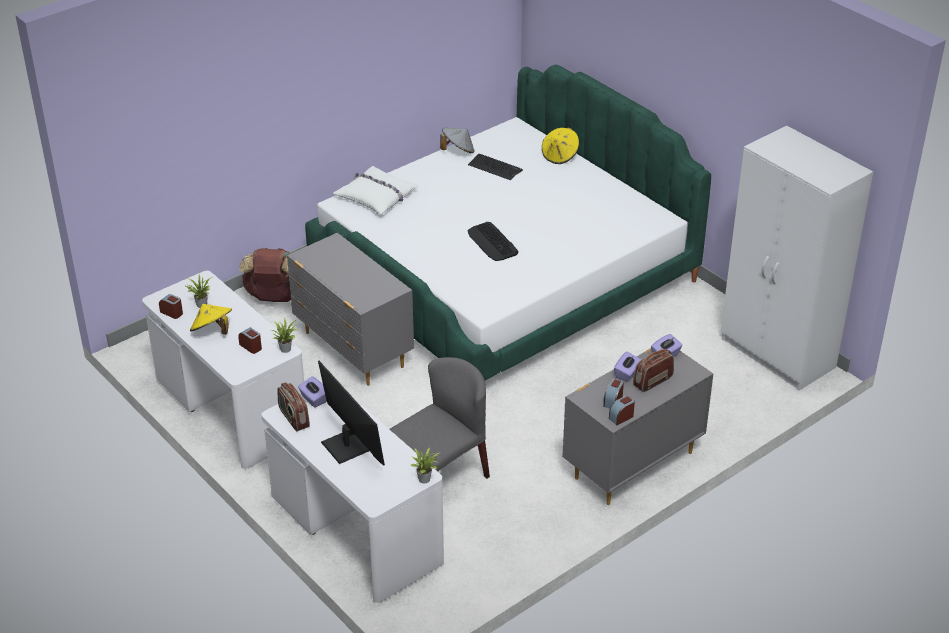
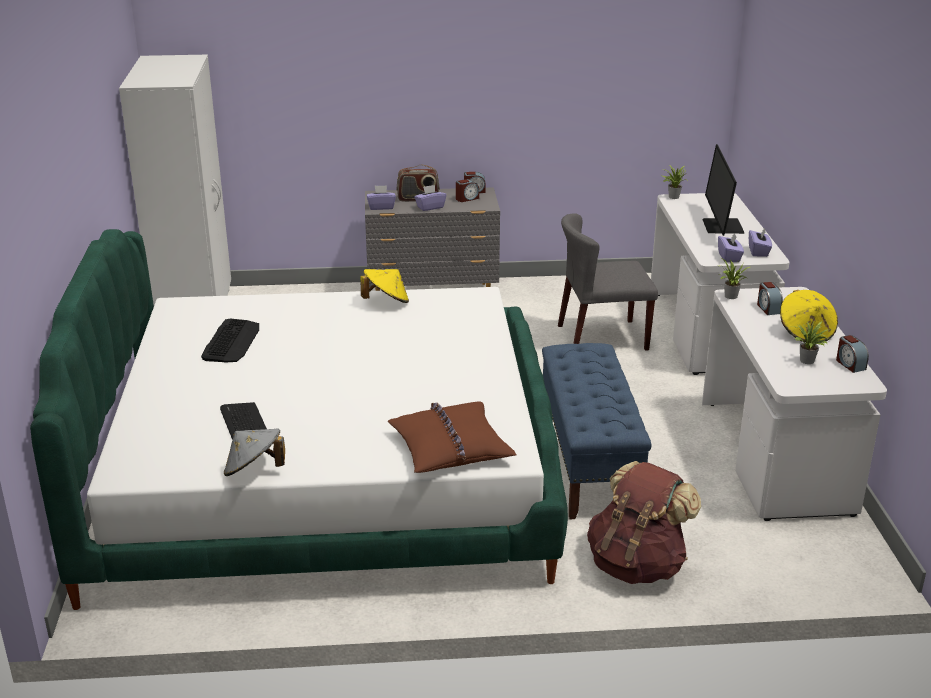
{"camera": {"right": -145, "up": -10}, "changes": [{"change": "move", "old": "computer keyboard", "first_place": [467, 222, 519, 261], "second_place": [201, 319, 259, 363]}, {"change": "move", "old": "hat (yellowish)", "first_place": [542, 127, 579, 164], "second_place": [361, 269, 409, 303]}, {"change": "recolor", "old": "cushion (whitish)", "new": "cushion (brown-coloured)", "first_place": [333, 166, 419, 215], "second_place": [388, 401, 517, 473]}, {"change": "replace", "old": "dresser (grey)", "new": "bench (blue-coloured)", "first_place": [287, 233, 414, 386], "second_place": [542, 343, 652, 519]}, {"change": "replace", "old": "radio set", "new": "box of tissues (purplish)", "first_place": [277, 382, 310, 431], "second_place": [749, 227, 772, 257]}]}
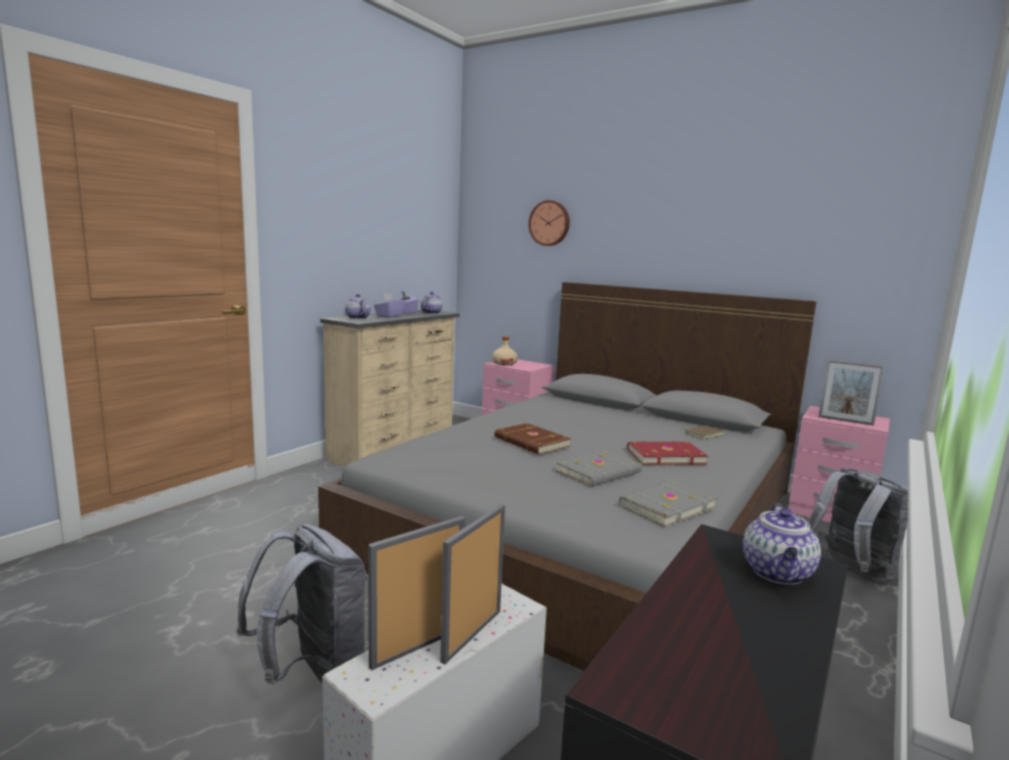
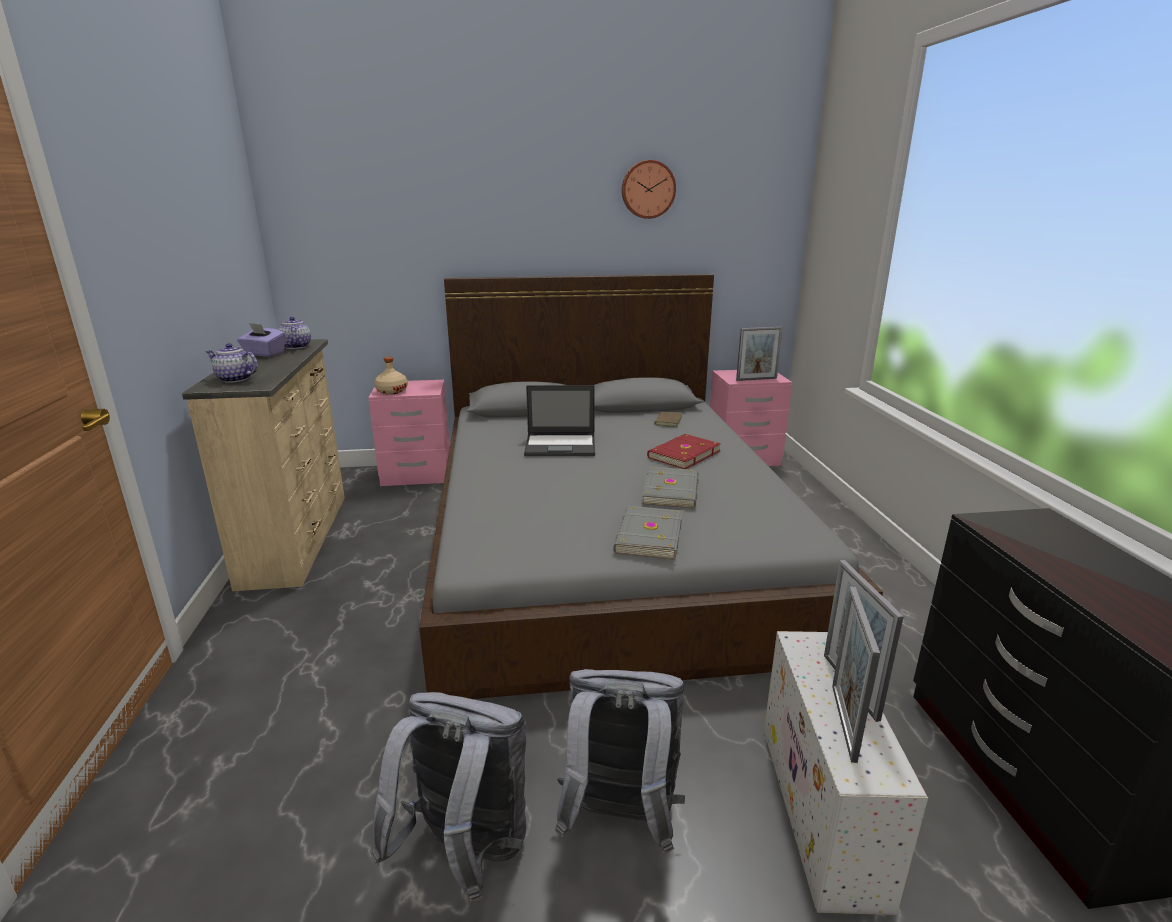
{"camera": {"right": -40, "up": 10}, "changes": [{"change": "move", "old": "rucksack (grey)", "first_place": [808, 468, 908, 585], "second_place": [371, 692, 527, 902]}, {"change": "insert", "new": "notebook computer", "second_place": [524, 385, 595, 456]}, {"change": "move", "old": "volume (grey)", "first_place": [619, 480, 718, 528], "second_place": [613, 506, 682, 560]}, {"change": "move", "old": "hanging clock", "first_place": [528, 200, 570, 246], "second_place": [622, 160, 676, 219]}, {"change": "delete", "old": "box of tissues (purplish)", "first_place": [374, 293, 405, 318]}, {"change": "delete", "old": "volume (brown-coloured)", "first_place": [495, 423, 571, 454]}, {"change": "delete", "old": "teapot", "first_place": [743, 504, 821, 585]}]}
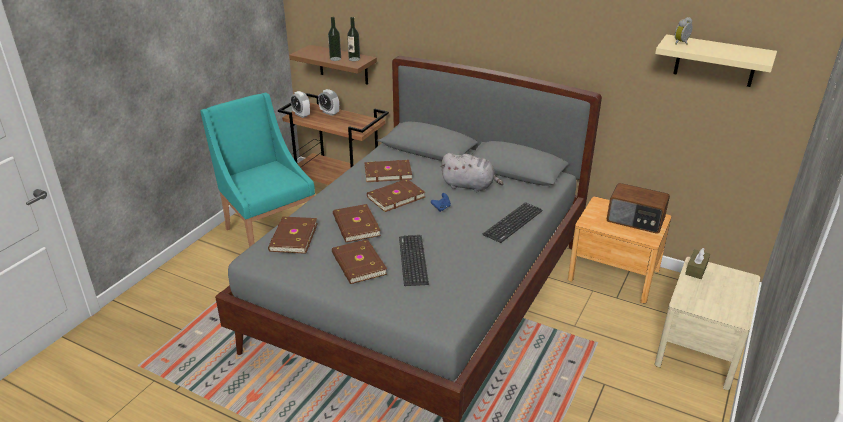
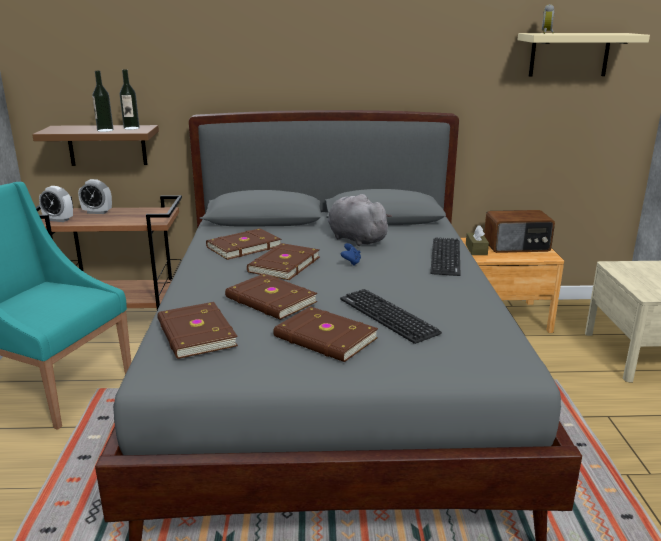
{"camera": {"right": -30, "up": -10}, "changes": [{"change": "rotate", "old": "soft toy (grey)", "first_place": [440, 153, 504, 192], "second_place": [328, 194, 392, 246], "degrees": -120}, {"change": "move", "old": "box of tissues (brown-coloured)", "first_place": [685, 248, 710, 279], "second_place": [466, 226, 489, 255]}]}
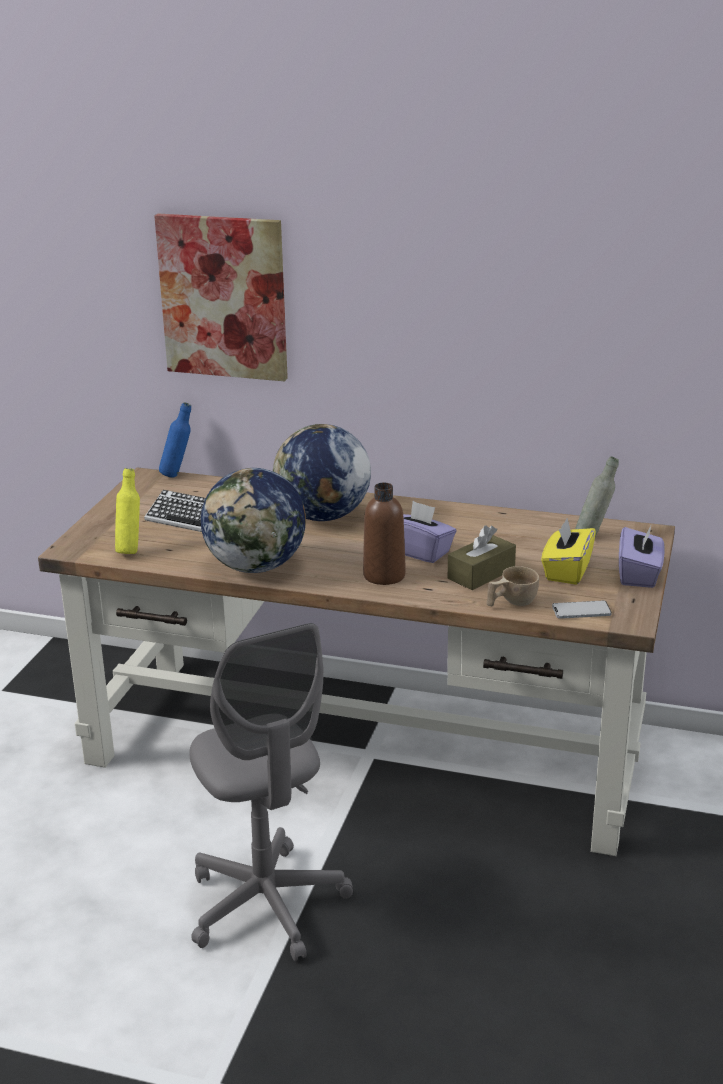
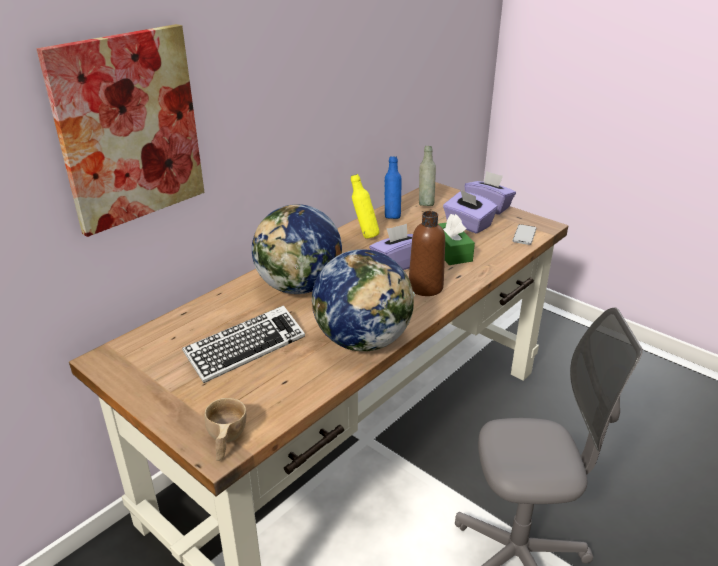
{"camera": {"right": -65, "up": 5}, "changes": [{"change": "move", "old": "drinking cup (sand-coloured)", "first_place": [486, 566, 539, 606], "second_place": [205, 398, 246, 461]}, {"change": "move", "old": "beverage bottle (yellowish)", "first_place": [115, 468, 140, 554], "second_place": [351, 174, 379, 239]}, {"change": "move", "old": "beverage bottle (blue-coloured)", "first_place": [159, 402, 191, 478], "second_place": [385, 156, 402, 219]}, {"change": "recolor", "old": "box of tissues (brown-coloured)", "new": "box of tissues (green-coloured)", "first_place": [448, 525, 516, 590], "second_place": [439, 214, 475, 265]}, {"change": "recolor", "old": "box of tissues (yellowish)", "new": "box of tissues (purplish)", "first_place": [541, 518, 596, 585], "second_place": [443, 190, 498, 234]}]}
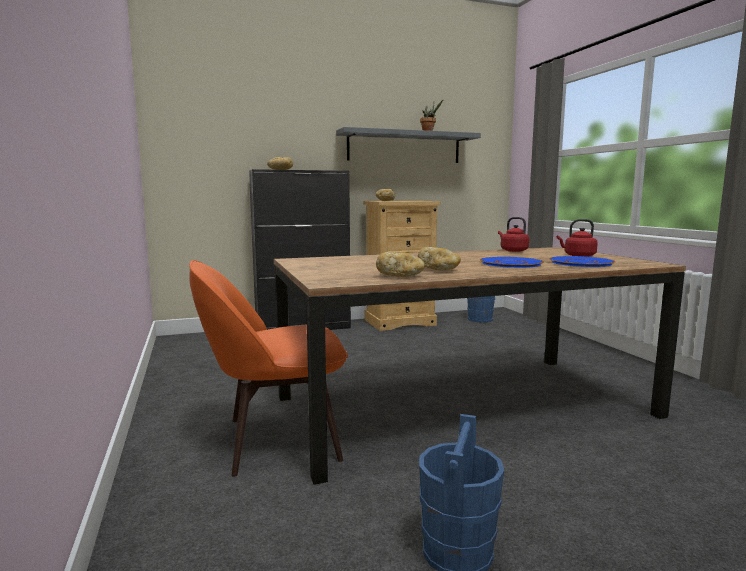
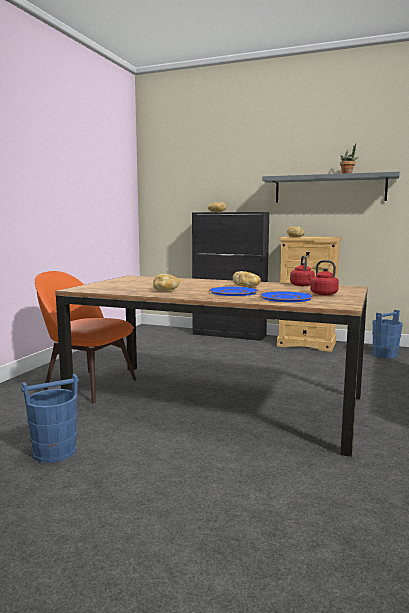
{"camera": {"right": 40, "up": 0}, "changes": [{"change": "move", "old": "bakery bread", "first_place": [376, 252, 425, 277], "second_place": [233, 271, 261, 287]}]}
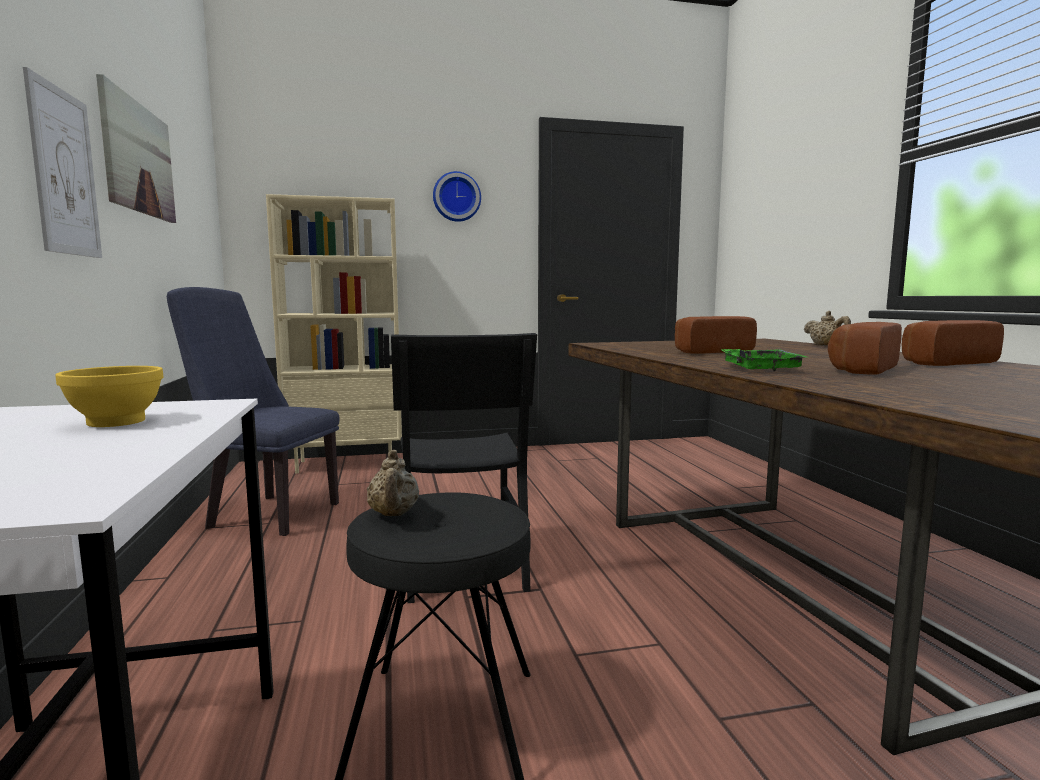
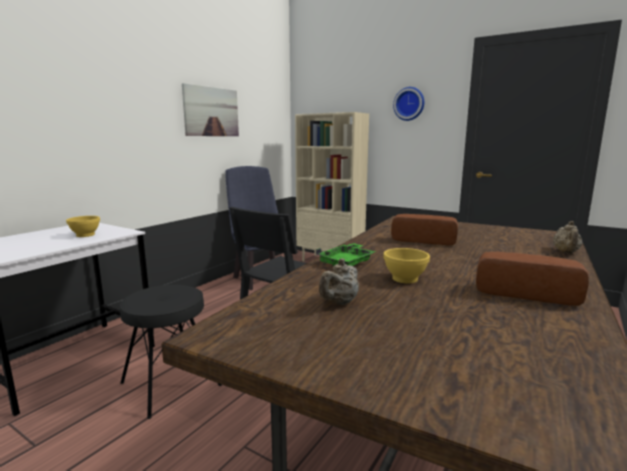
{"camera": {"right": 45, "up": 5}, "changes": [{"change": "move", "old": "teapot (sand-coloured)", "first_place": [367, 450, 419, 516], "second_place": [319, 258, 359, 305]}, {"change": "replace", "old": "bakery bread", "new": "serving bowl (yellowish)", "first_place": [828, 322, 902, 375], "second_place": [383, 248, 430, 283]}, {"change": "delete", "old": "picture", "first_place": [23, 67, 102, 258]}]}
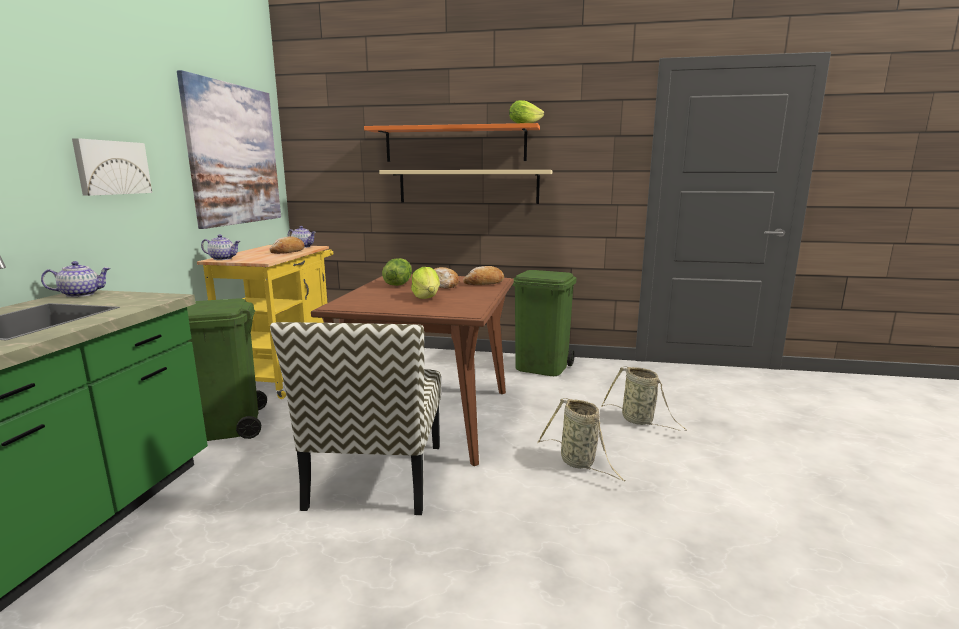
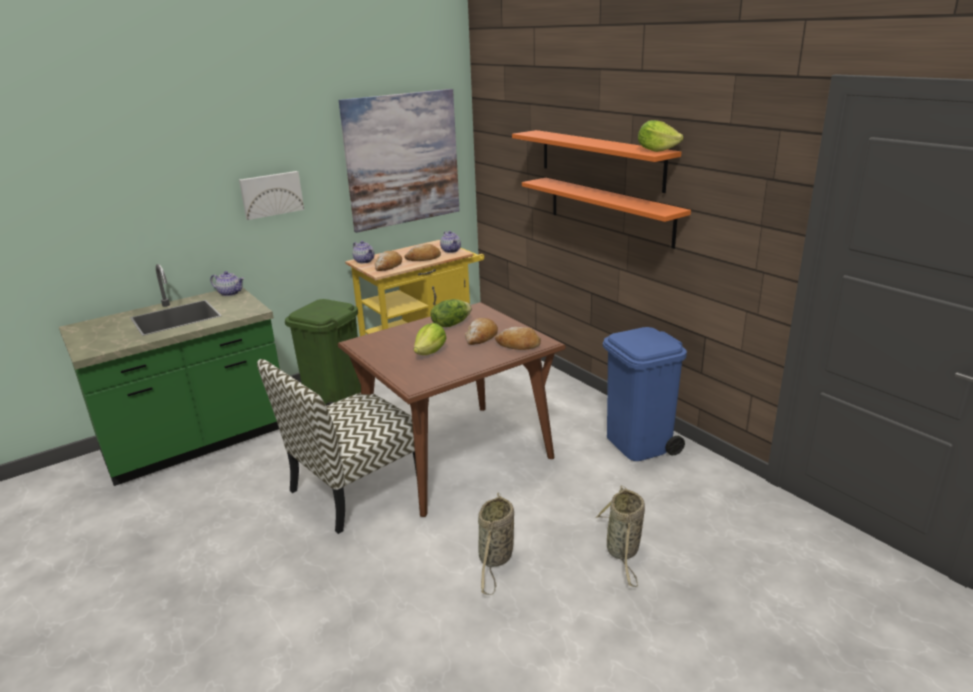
{"camera": {"right": 45, "up": 10}, "changes": [{"change": "insert", "new": "bakery bread", "second_place": [375, 251, 402, 271]}, {"change": "recolor", "old": "bracket shelf (sand-coloured)", "new": "bracket shelf (orange-coloured)", "first_place": [379, 170, 552, 204], "second_place": [522, 178, 691, 249]}, {"change": "recolor", "old": "rubbish bin (green-coloured)", "new": "rubbish bin (blue-coloured)", "first_place": [512, 270, 577, 376], "second_place": [603, 327, 687, 461]}]}
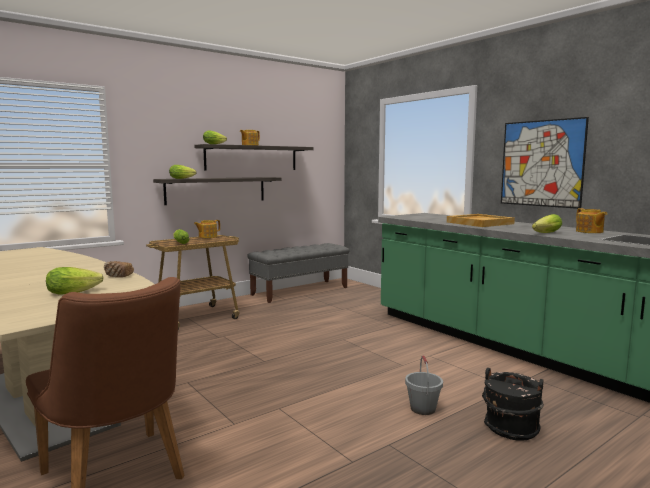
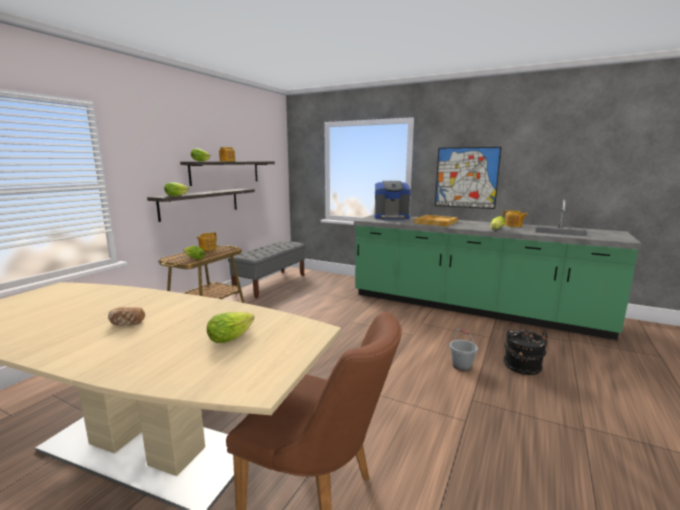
{"camera": {"right": -25, "up": 5}, "changes": [{"change": "move", "old": "bakery bread", "first_place": [104, 261, 134, 277], "second_place": [108, 307, 145, 326]}, {"change": "insert", "new": "coffee brewer", "second_place": [374, 181, 411, 220]}]}
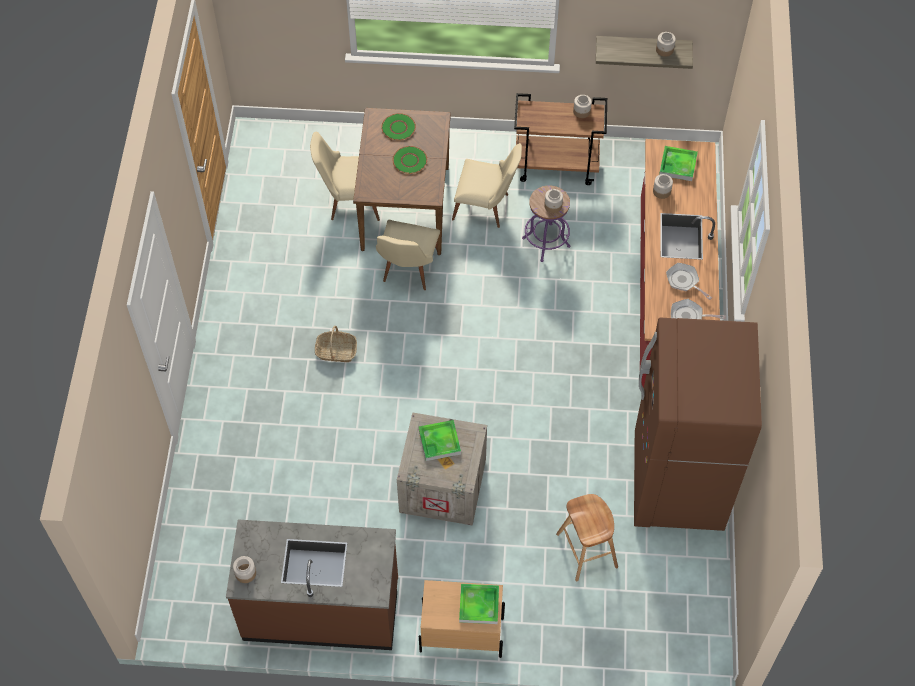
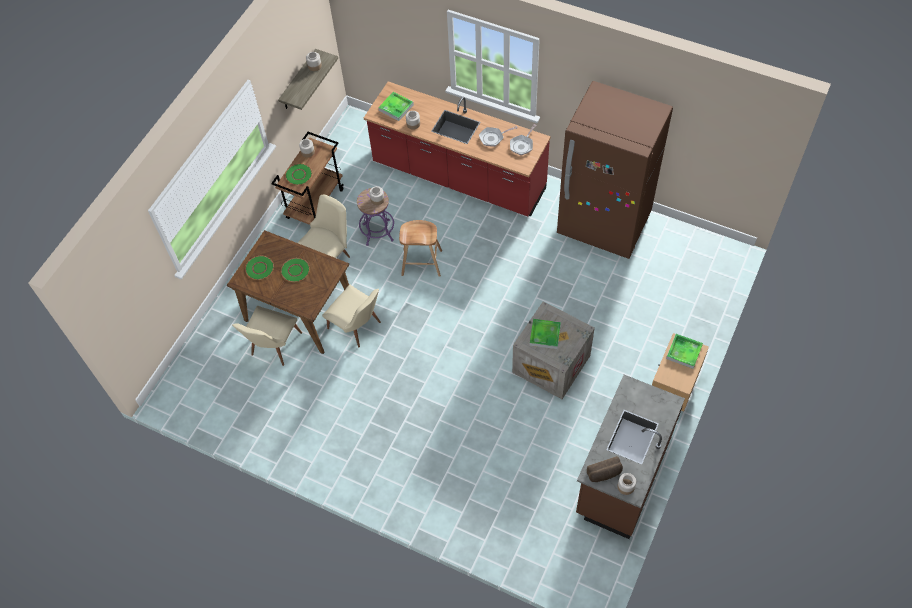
{"camera": {"right": -65, "up": 0}, "changes": [{"change": "insert", "new": "dinner plate (green-coloured)", "second_place": [285, 164, 312, 185]}, {"change": "move", "old": "stool (brown-coloured)", "first_place": [556, 494, 618, 581], "second_place": [399, 220, 442, 277]}, {"change": "insert", "new": "bakery bread", "second_place": [587, 456, 623, 482]}, {"change": "delete", "old": "basket", "first_place": [315, 326, 357, 362]}]}
